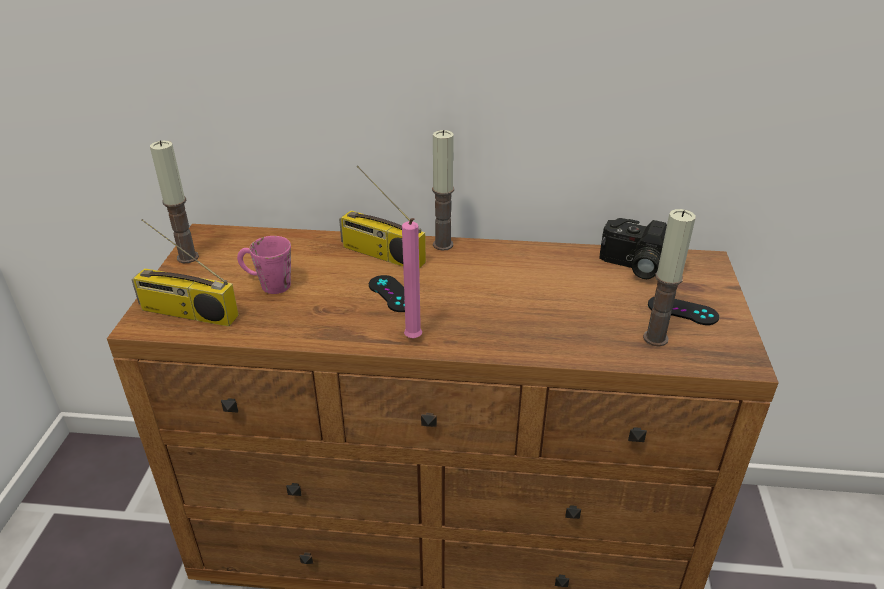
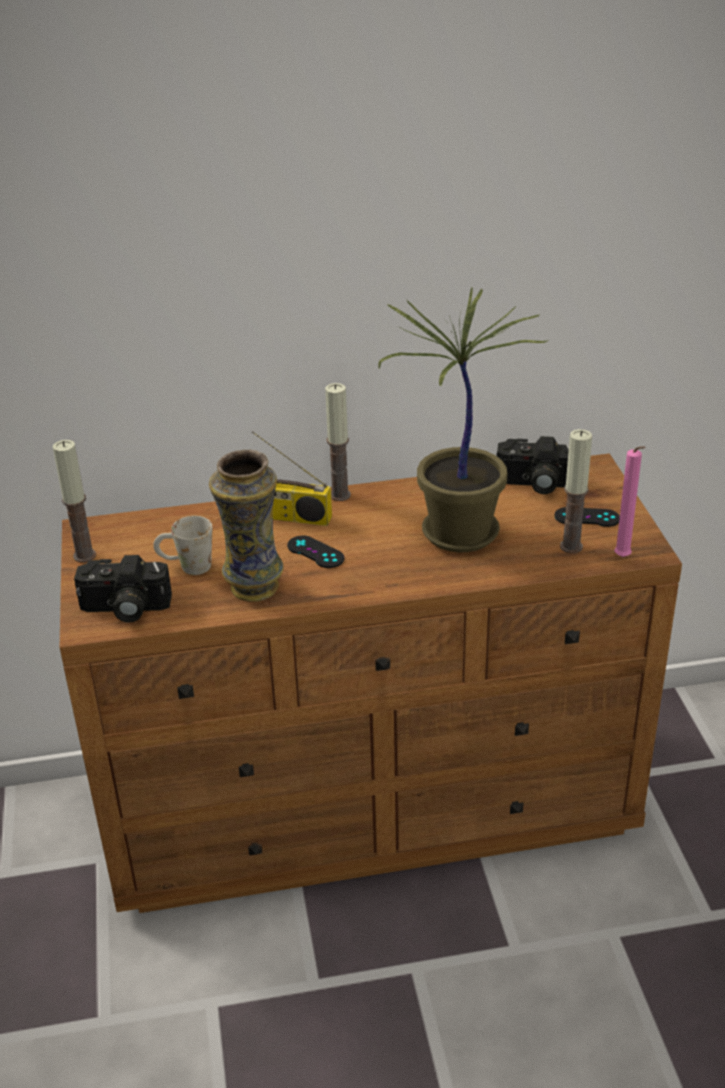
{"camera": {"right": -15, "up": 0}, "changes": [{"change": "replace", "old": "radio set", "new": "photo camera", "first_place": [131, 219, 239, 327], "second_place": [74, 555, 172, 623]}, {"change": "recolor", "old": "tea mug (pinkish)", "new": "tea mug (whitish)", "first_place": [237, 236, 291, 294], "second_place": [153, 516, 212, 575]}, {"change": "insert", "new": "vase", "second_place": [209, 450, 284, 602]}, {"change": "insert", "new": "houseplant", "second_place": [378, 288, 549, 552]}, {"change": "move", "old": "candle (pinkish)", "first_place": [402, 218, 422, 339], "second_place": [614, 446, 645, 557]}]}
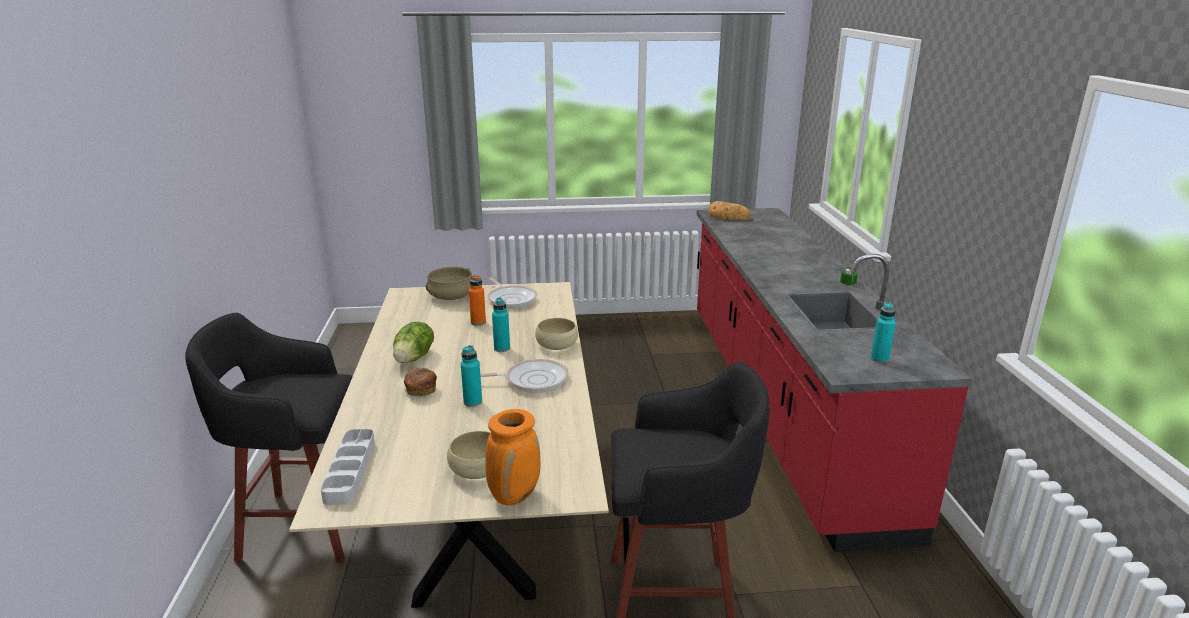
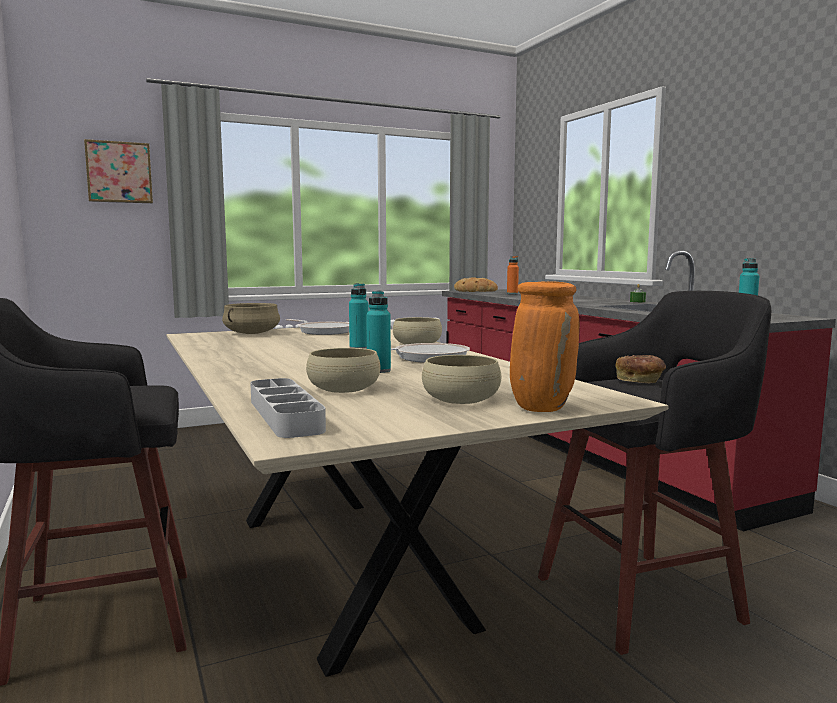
{"camera": {"right": -20, "up": -15}, "changes": [{"change": "insert", "new": "picture", "second_place": [84, 139, 153, 203]}, {"change": "insert", "new": "serving bowl (sand-coloured)", "second_place": [306, 348, 381, 393]}, {"change": "move", "old": "beverage bottle (orange-coloured)", "first_place": [469, 275, 486, 326], "second_place": [507, 256, 519, 294]}, {"change": "move", "old": "bakery bread", "first_place": [404, 368, 437, 396], "second_place": [615, 355, 666, 383]}, {"change": "delete", "old": "lettuce", "first_place": [393, 322, 434, 363]}]}
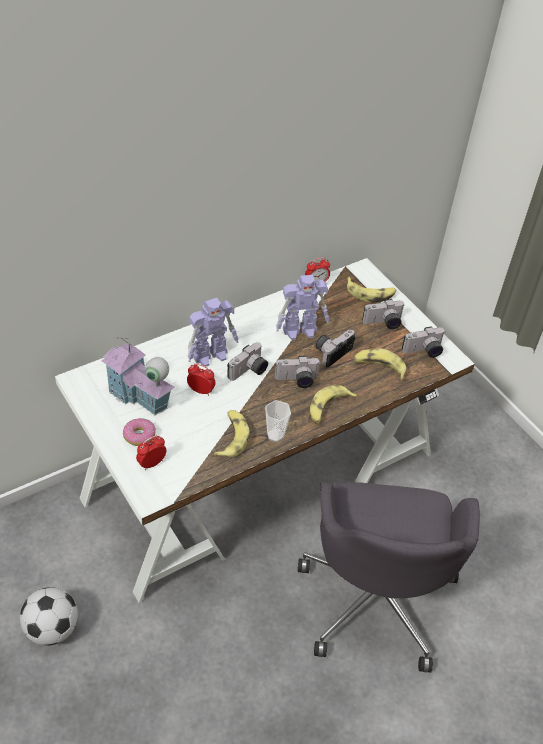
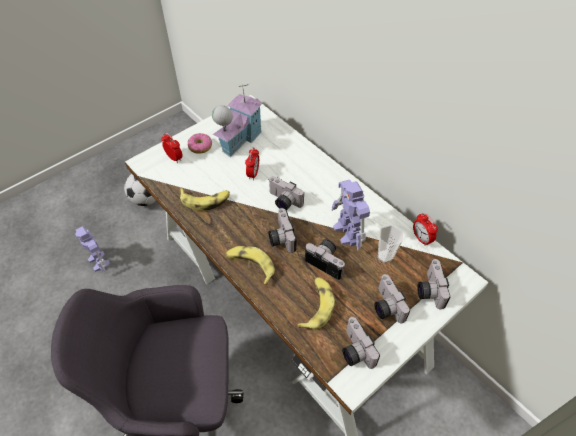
{"camera": {"right": 85, "up": 5}, "changes": [{"change": "move", "old": "toy robot", "first_place": [187, 298, 238, 366], "second_place": [75, 226, 110, 273]}, {"change": "move", "old": "drinking cup", "first_place": [265, 400, 291, 442], "second_place": [378, 225, 403, 263]}, {"change": "replace", "old": "whole banana", "new": "photo camera", "first_place": [347, 277, 396, 303], "second_place": [417, 259, 450, 310]}]}
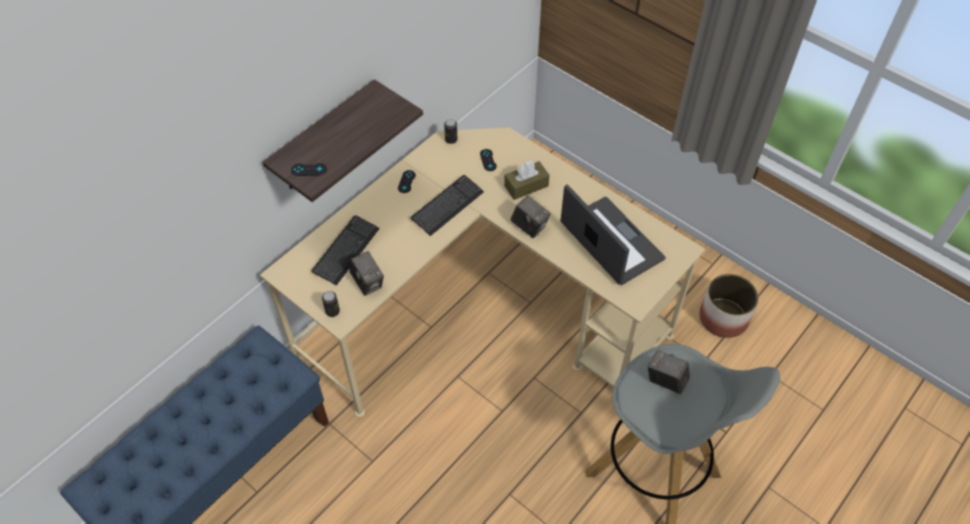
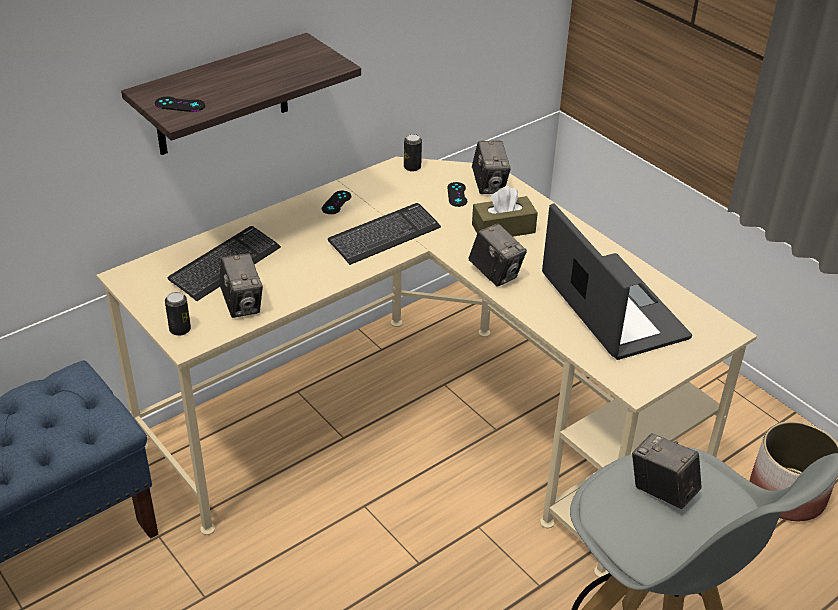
{"camera": {"right": 10, "up": -15}, "changes": [{"change": "insert", "new": "photo camera", "second_place": [472, 141, 511, 194]}]}
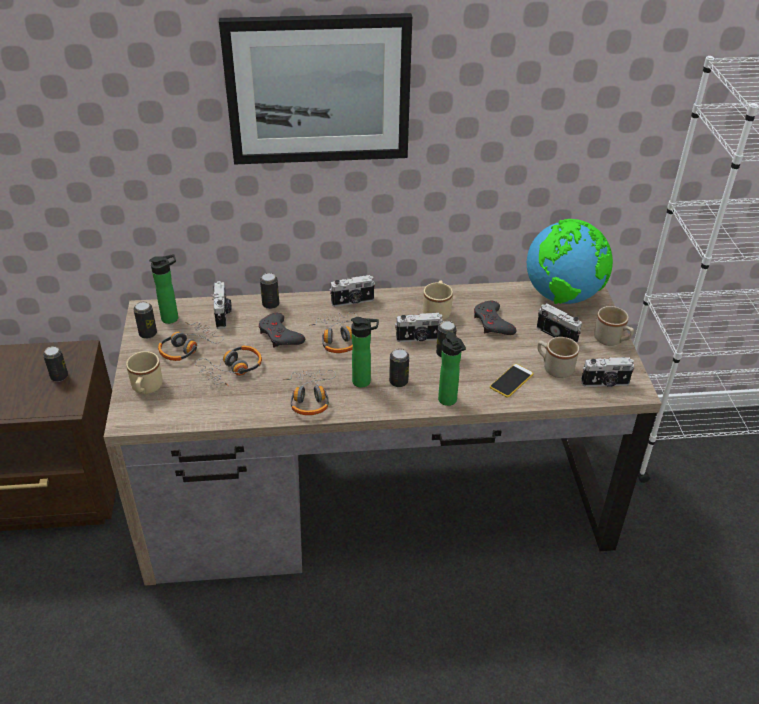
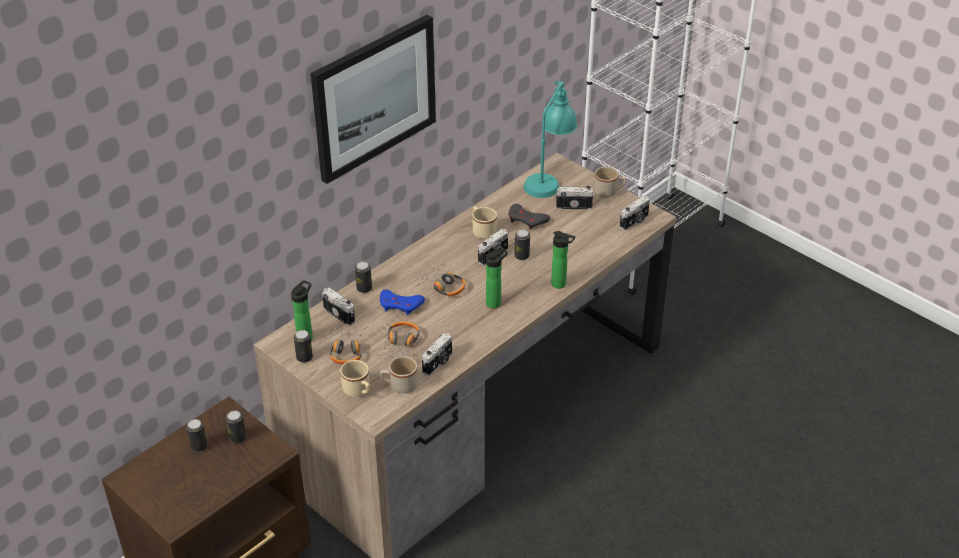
{"camera": {"right": -40, "up": 0}, "changes": [{"change": "move", "old": "can", "first_place": [389, 349, 409, 387], "second_place": [186, 419, 207, 452]}, {"change": "recolor", "old": "joypad (grey)", "new": "joypad (blue-coloured)", "first_place": [259, 313, 305, 348], "second_place": [380, 289, 425, 316]}, {"change": "move", "old": "tea mug (sand-coloured)", "first_place": [538, 337, 579, 378], "second_place": [380, 356, 418, 394]}, {"change": "move", "old": "photo camera", "first_place": [329, 275, 376, 307], "second_place": [422, 333, 452, 376]}, {"change": "replace", "old": "desk globe", "new": "lamp for a table (turquoise)", "first_place": [527, 219, 613, 304], "second_place": [524, 80, 577, 198]}, {"change": "delete", "old": "headphones", "first_place": [283, 369, 336, 415]}, {"change": "delete", "old": "handset", "first_place": [490, 364, 534, 397]}]}
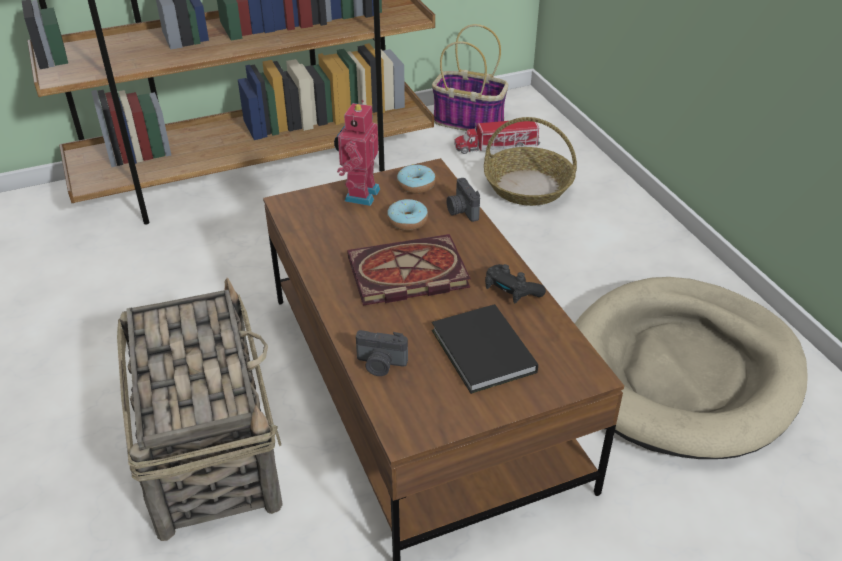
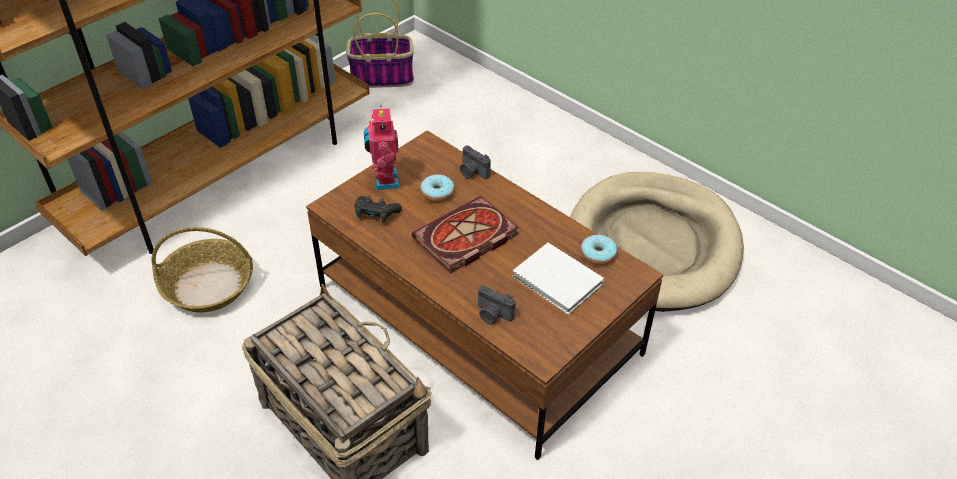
{"camera": {"right": -25, "up": 5}, "changes": [{"change": "move", "old": "basket", "first_place": [484, 117, 577, 206], "second_place": [151, 227, 253, 312]}, {"change": "move", "old": "joypad (black-coloured)", "first_place": [485, 264, 546, 303], "second_place": [355, 196, 402, 223]}, {"change": "rotate", "old": "photo camera", "first_place": [356, 330, 408, 376], "second_place": [478, 285, 516, 324], "degrees": 45}, {"change": "recolor", "old": "volume (black-coloured)", "new": "volume (whitish)", "first_place": [432, 304, 538, 394], "second_place": [512, 243, 604, 315]}, {"change": "move", "old": "donut", "first_place": [397, 164, 436, 194], "second_place": [581, 235, 617, 266]}, {"change": "delete", "old": "toy lorry", "first_place": [454, 121, 540, 154]}]}
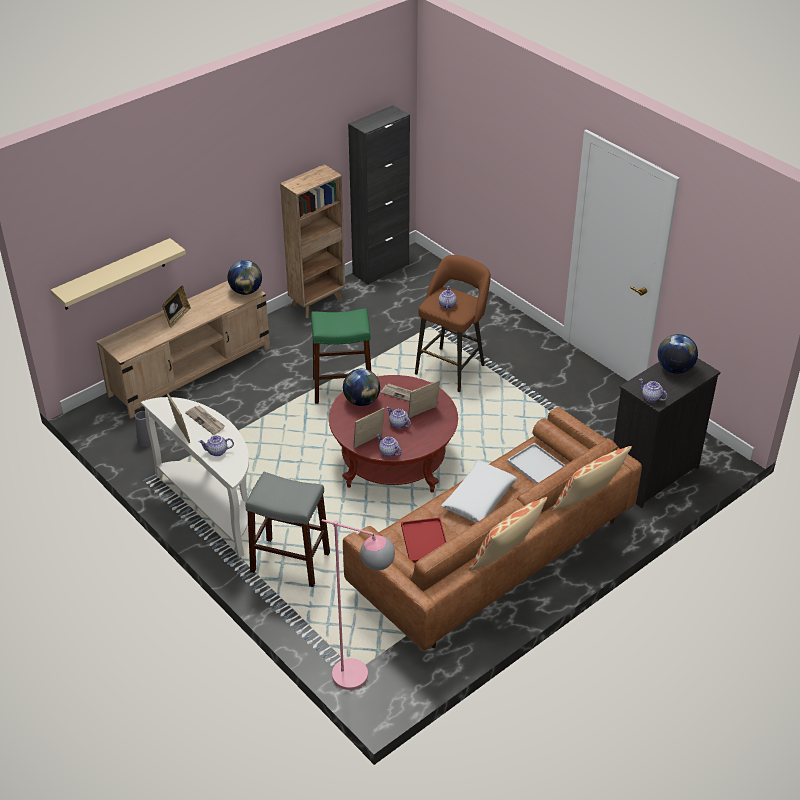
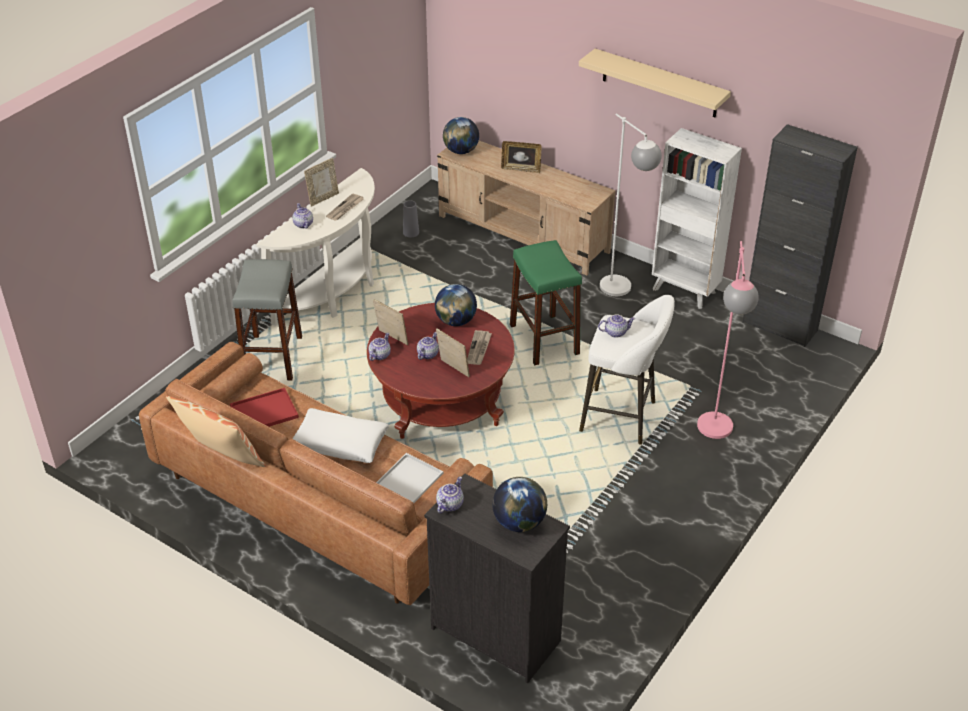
{"camera": {"right": 75, "up": 0}, "changes": [{"change": "move", "old": "desk globe", "first_place": [228, 260, 262, 295], "second_place": [443, 117, 479, 154]}, {"change": "move", "old": "bracket shelf (sand-coloured)", "first_place": [51, 238, 186, 310], "second_place": [579, 49, 731, 117]}, {"change": "recolor", "old": "stool (brown-coloured)", "new": "stool (whitish)", "first_place": [415, 255, 491, 392], "second_place": [579, 295, 675, 445]}, {"change": "insert", "new": "standing lamp (whitish)", "second_place": [600, 113, 662, 296]}, {"change": "recolor", "old": "bookcase (brown-coloured)", "new": "bookcase (whitish)", "first_place": [280, 164, 345, 318], "second_place": [652, 128, 742, 309]}, {"change": "move", "old": "standing lamp (pinkish)", "first_place": [322, 519, 395, 690], "second_place": [697, 241, 759, 439]}, {"change": "delete", "old": "cushion", "first_place": [551, 446, 632, 511]}]}
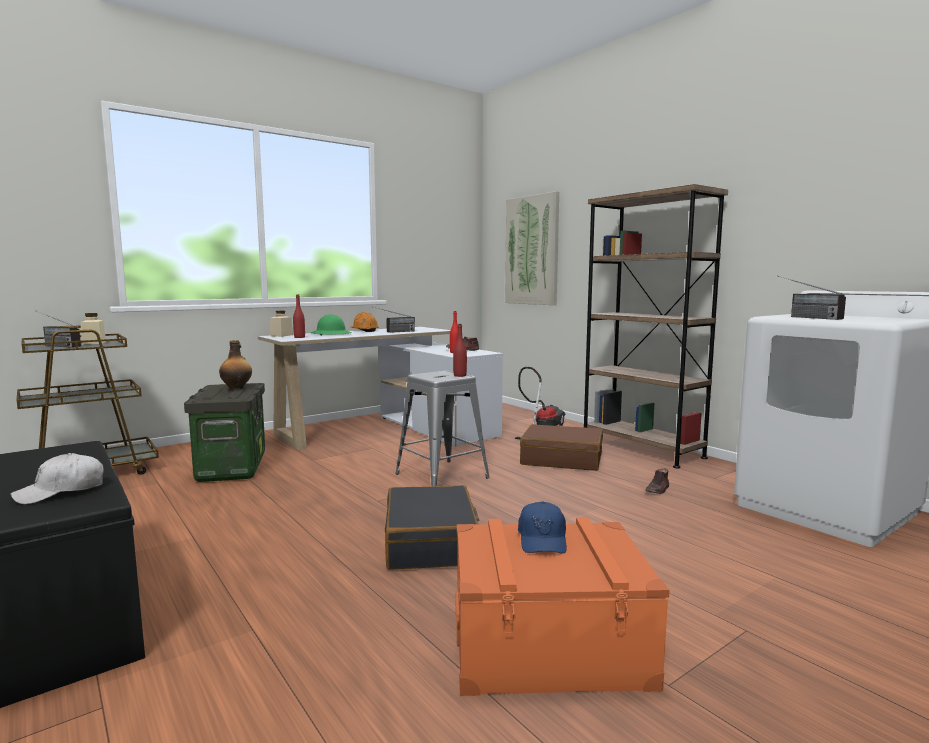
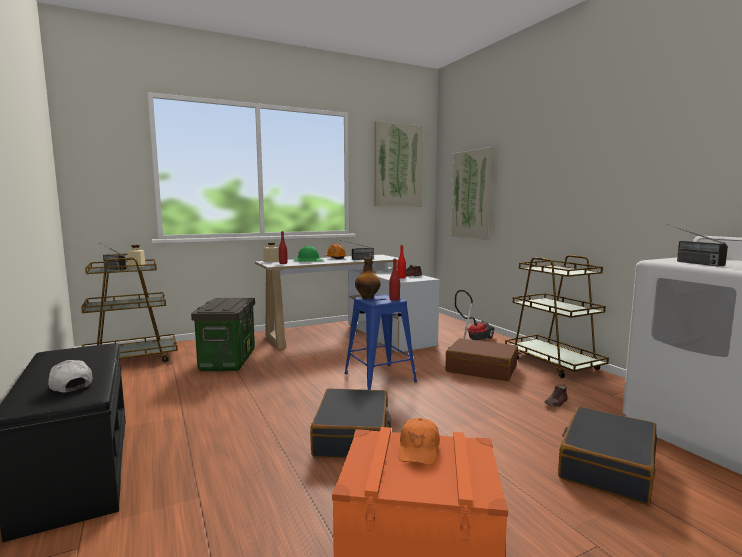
{"camera": {"right": 10, "up": 0}, "changes": [{"change": "rotate", "old": "baseball cap (whitish)", "first_place": [10, 453, 104, 504], "second_place": [48, 360, 93, 393], "degrees": 75}, {"change": "recolor", "old": "stool (grey)", "new": "stool (blue-coloured)", "first_place": [395, 371, 490, 486], "second_place": [344, 294, 417, 390]}, {"change": "move", "old": "beverage bottle", "first_place": [219, 340, 252, 390], "second_place": [355, 257, 381, 299]}, {"change": "insert", "new": "picture", "second_place": [374, 121, 423, 206]}, {"change": "recolor", "old": "baseball cap (blue-coloured)", "new": "baseball cap (orange-coloured)", "first_place": [518, 501, 567, 554], "second_place": [399, 418, 440, 465]}, {"change": "replace", "old": "bookcase (brown-coloured)", "new": "trolley (brown-coloured)", "first_place": [584, 184, 728, 469], "second_place": [505, 255, 609, 378]}, {"change": "insert", "new": "travel case (black-coloured)", "second_place": [558, 406, 657, 505]}]}
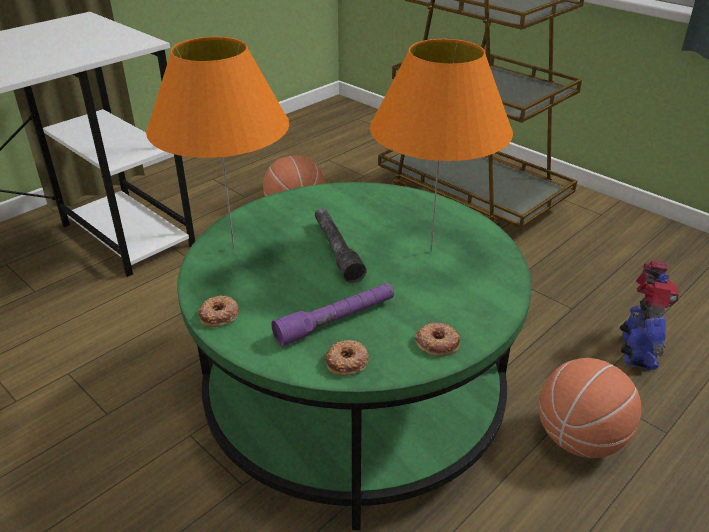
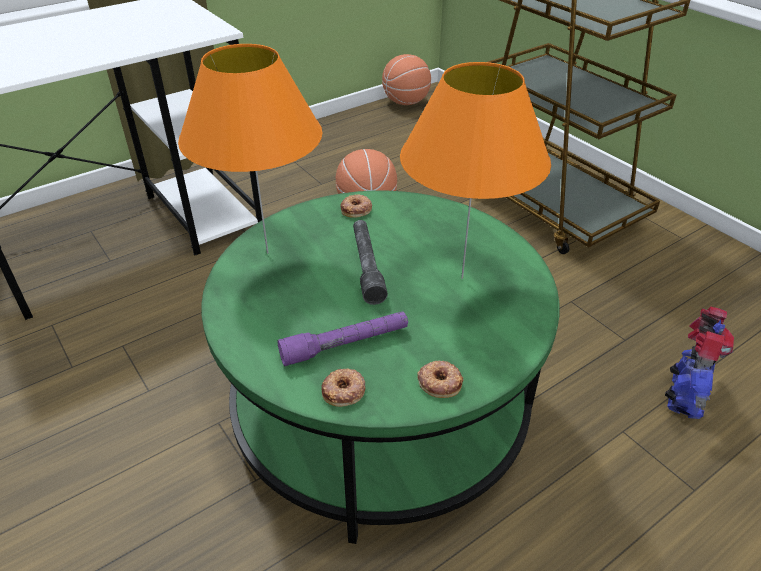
{"camera": {"right": 10, "up": 5}, "changes": [{"change": "move", "old": "donut", "first_place": [198, 295, 239, 327], "second_place": [340, 194, 372, 218]}, {"change": "move", "old": "ball for basketball", "first_place": [538, 358, 641, 458], "second_place": [382, 54, 431, 105]}]}
